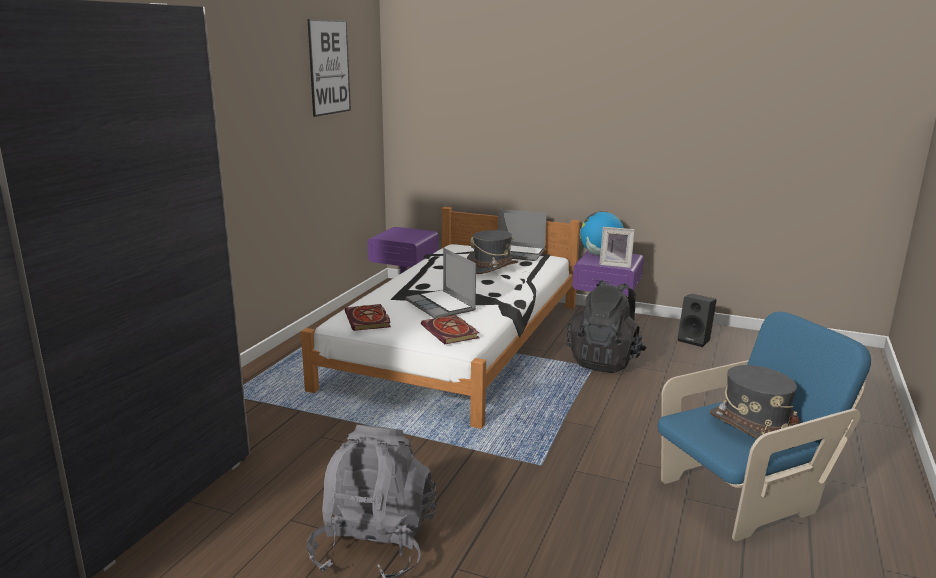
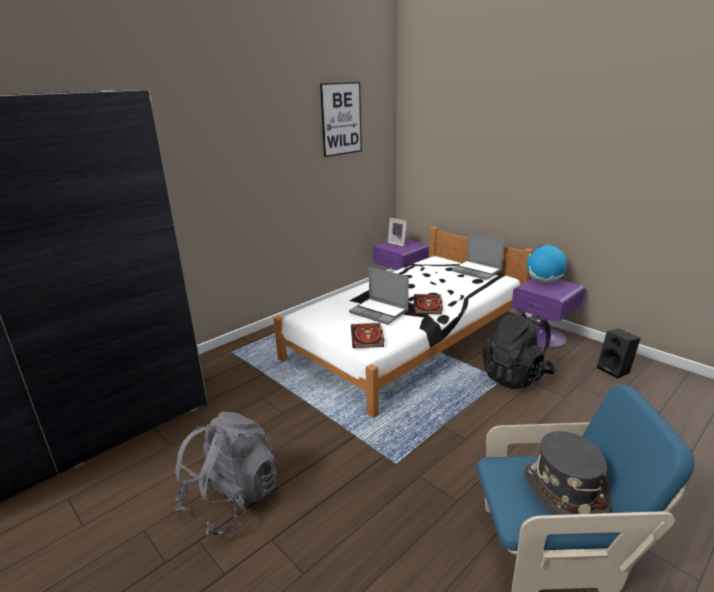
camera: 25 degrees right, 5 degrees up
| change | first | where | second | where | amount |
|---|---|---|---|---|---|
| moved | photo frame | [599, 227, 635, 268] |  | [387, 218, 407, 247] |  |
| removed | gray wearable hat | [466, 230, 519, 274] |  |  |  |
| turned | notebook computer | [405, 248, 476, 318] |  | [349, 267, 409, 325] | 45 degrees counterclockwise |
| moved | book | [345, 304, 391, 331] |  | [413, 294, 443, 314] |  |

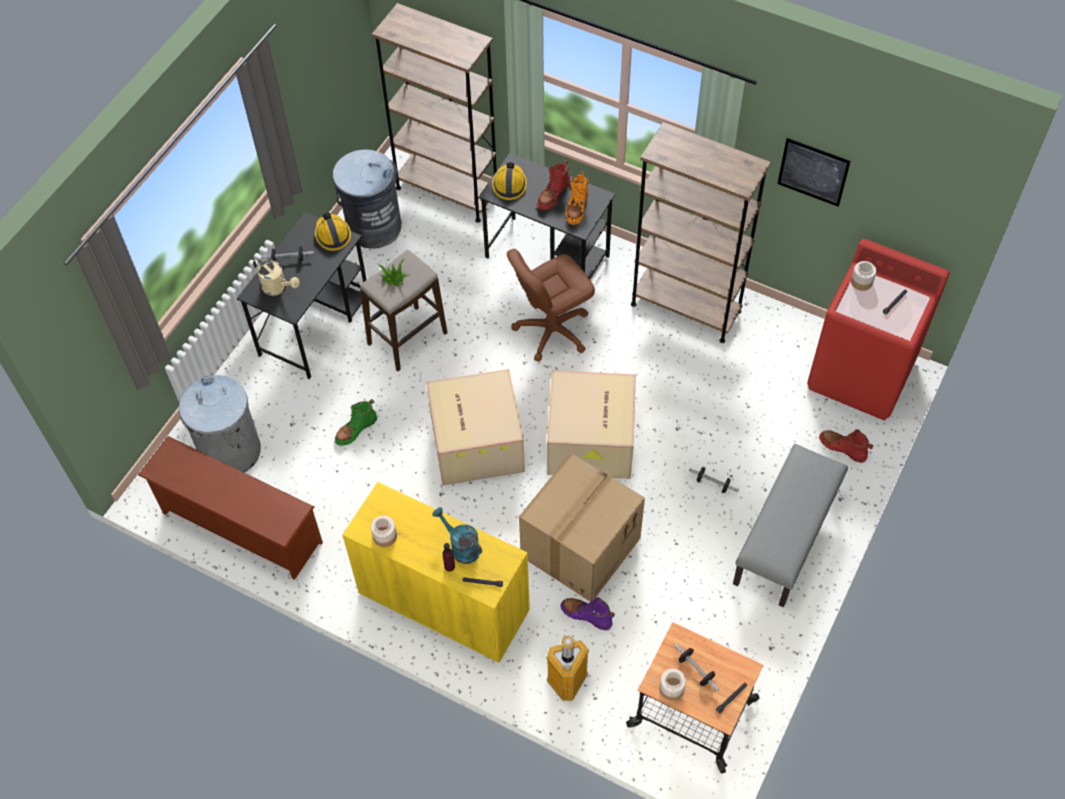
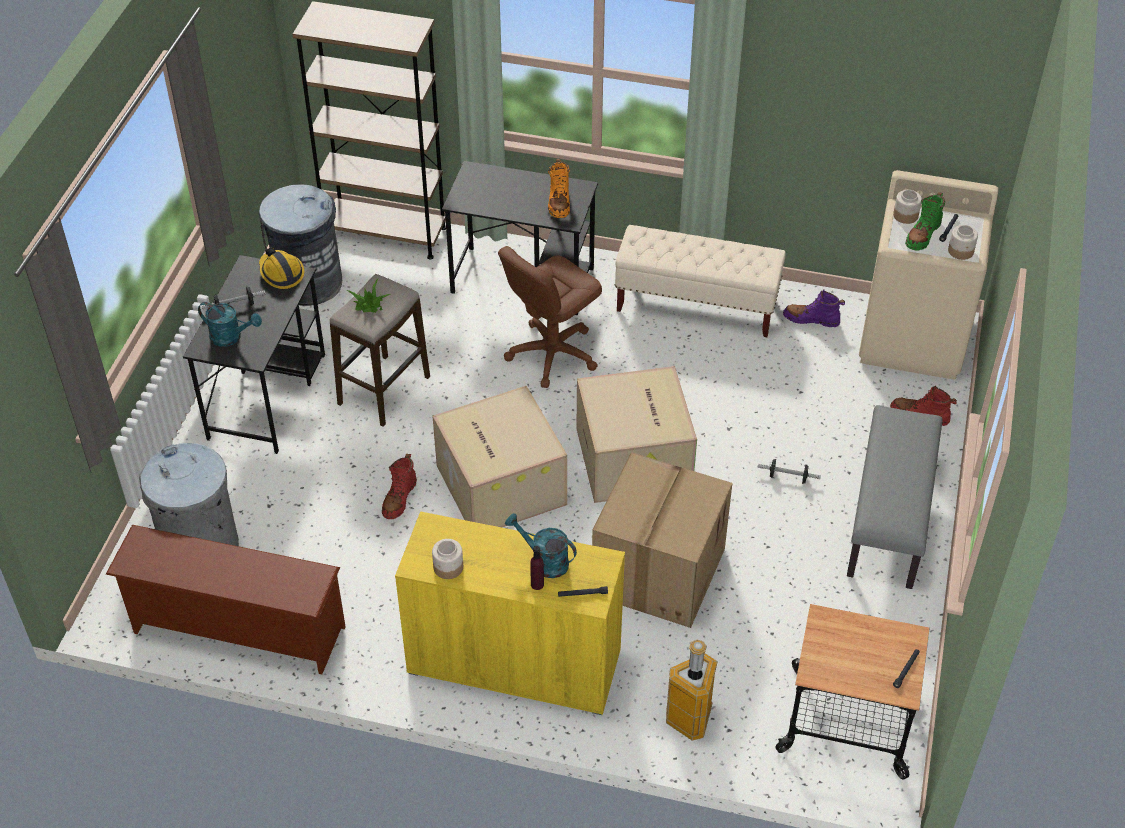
camera: 15 degrees left, 10 degrees down
| change | first | where | second | where | amount |
|---|---|---|---|---|---|
| replaced | brown bookshelf | [631, 122, 771, 343] | beige bench | [615, 225, 786, 337] |  |
| removed | wall picture | [777, 138, 851, 207] |  |  |  |
| moved | red high-top boot | [537, 160, 570, 210] |  | [382, 454, 417, 519] |  |
| removed | safety helmet | [492, 162, 527, 200] |  |  |  |
| recoloured | red laundry appliance | [807, 239, 950, 420] | beige laundry appliance | [859, 170, 999, 379] |  |
| recoloured | beige watering pot | [253, 259, 300, 296] | turquoise-coloured watering pot | [198, 302, 262, 347] |  |
| moved | greenish high-top boot | [335, 399, 377, 446] |  | [905, 192, 945, 251] |  |
| moved | purplish high-top boot | [560, 597, 615, 631] |  | [783, 290, 845, 327] |  |
| removed | dumbbell | [674, 643, 720, 691] |  |  |  |
| moved | jar | [659, 669, 686, 701] |  | [948, 225, 978, 260] |  |

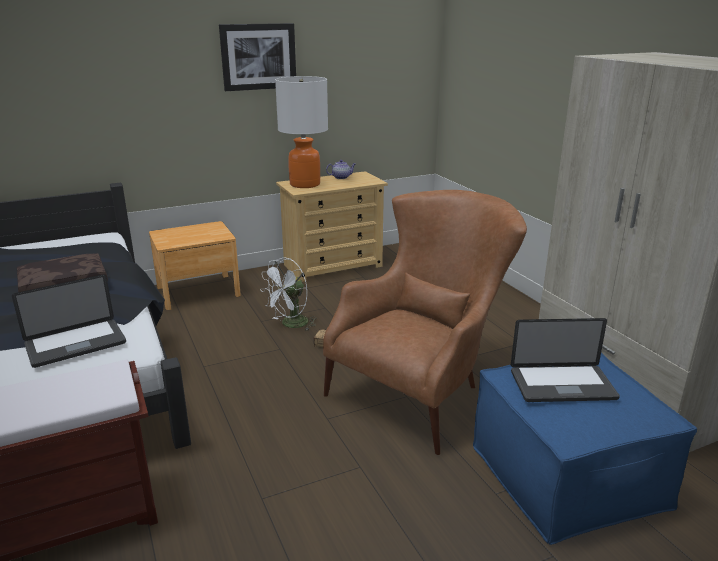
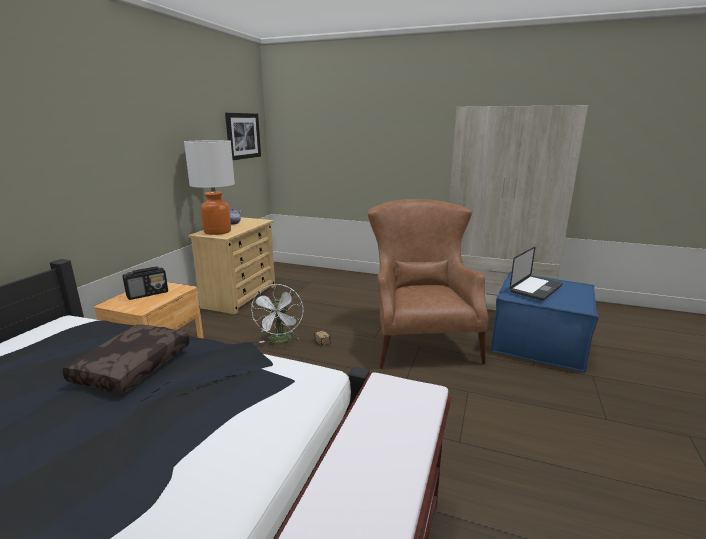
camera: 45 degrees left, 5 degrees down
| change | first | where | second | where | amount |
|---|---|---|---|---|---|
| moved | wall picture | [219, 23, 296, 91] |  | [225, 113, 261, 160] |  |
| removed | notebook computer | [12, 274, 126, 368] |  |  |  |
| added |  |  | radio receiver | [123, 267, 168, 300] |  |

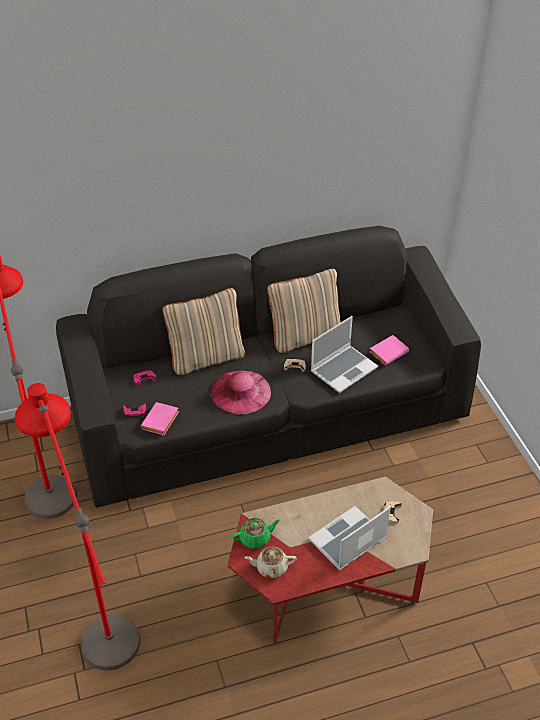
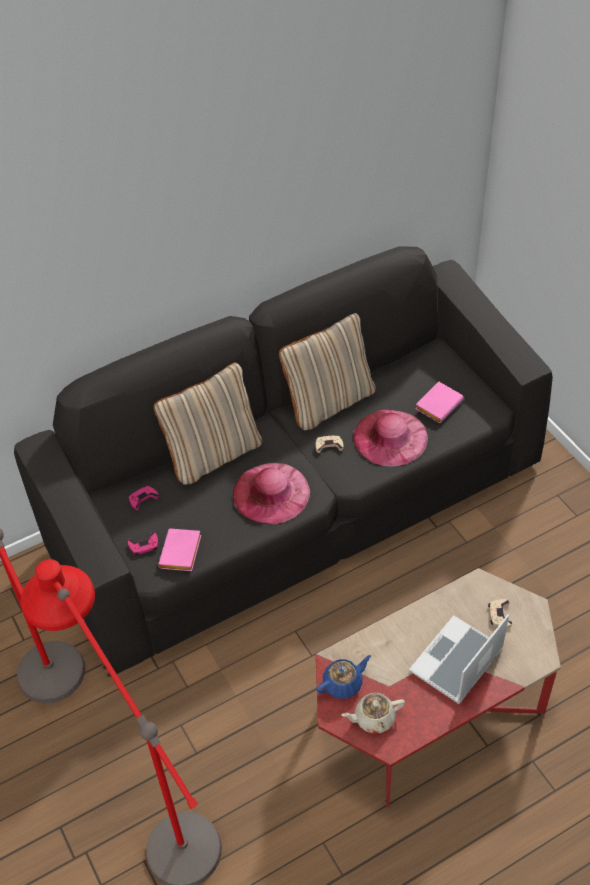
camera: 10 degrees left, 5 degrees up
| change | first | where | second | where | amount |
|---|---|---|---|---|---|
| replaced | notebook computer | [311, 316, 378, 393] | pink-coloured wearable hat | [353, 410, 428, 467] |  |
| recoloured | greenish teapot | [232, 518, 280, 549] | blue teapot | [317, 655, 371, 699] |  |

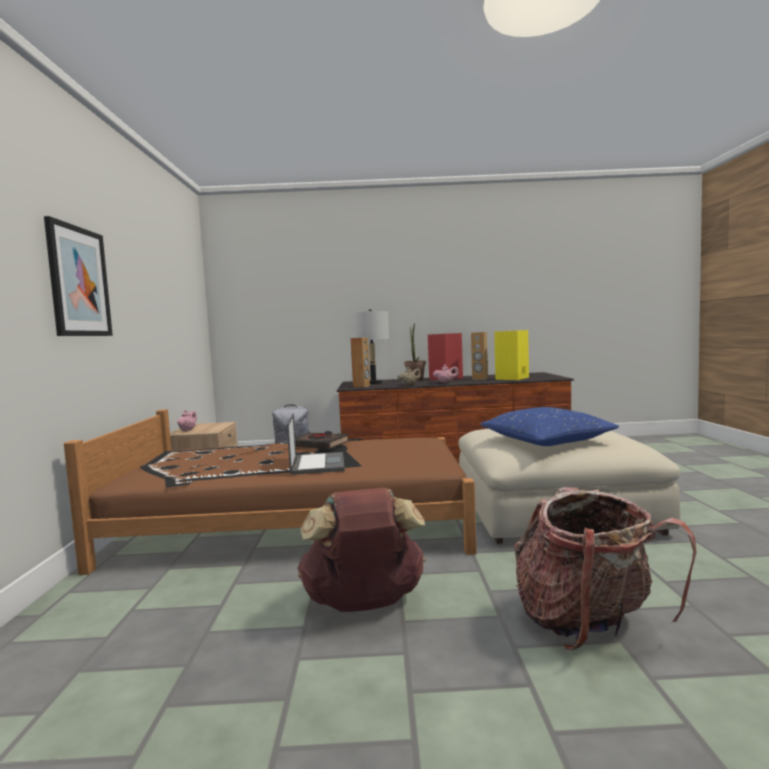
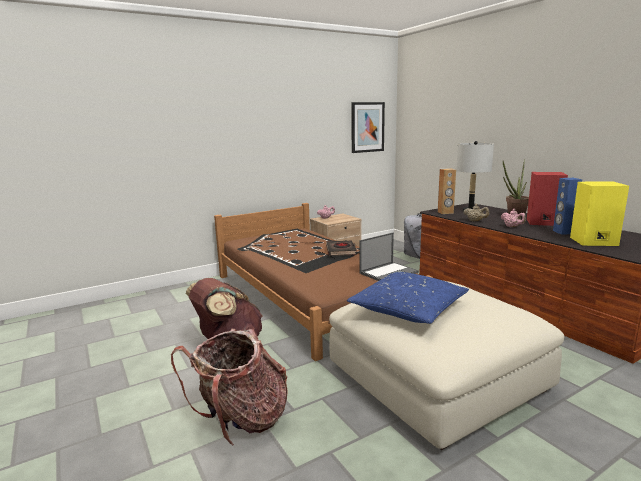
camera: 60 degrees right, 10 degrees up
| change | first | where | second | where | amount |
|---|---|---|---|---|---|
| moved | wall picture | [44, 216, 113, 336] |  | [351, 102, 385, 153] |  |
| recoloured | brown loudspeaker | [471, 332, 488, 380] | blue loudspeaker | [553, 178, 582, 235] |  |
| moved | notebook computer | [287, 413, 345, 475] |  | [359, 232, 419, 281] |  |

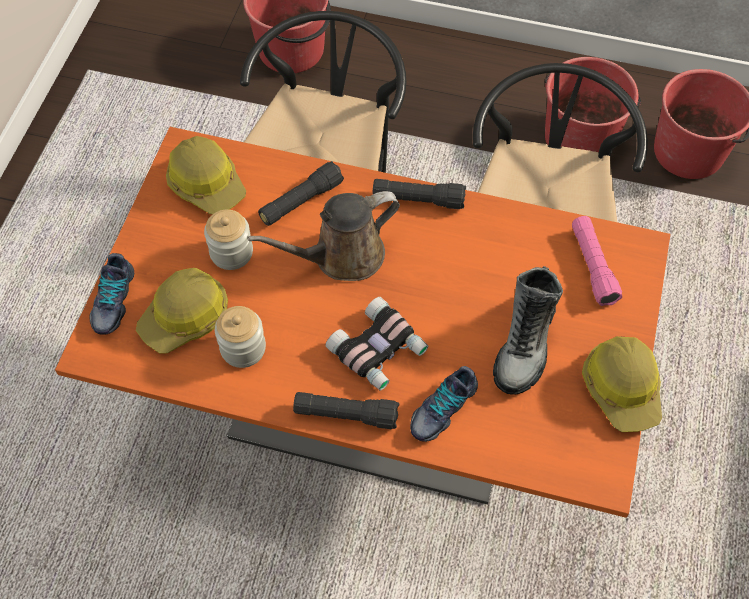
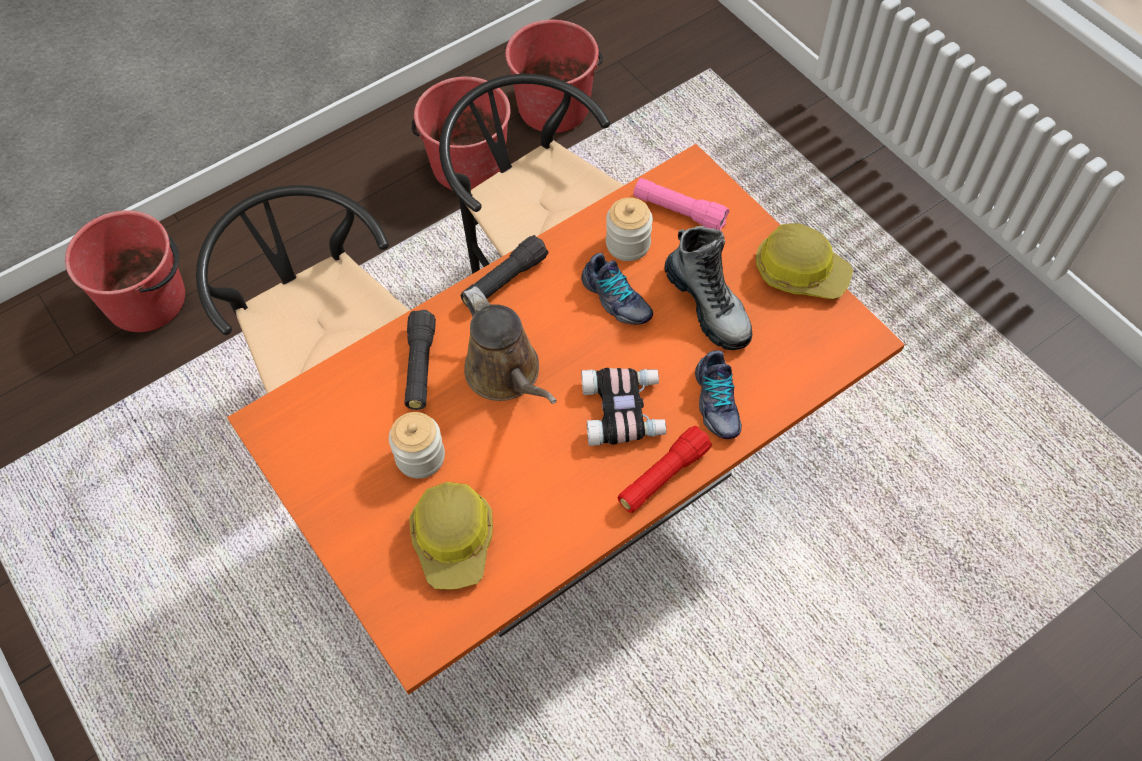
camera: 50 degrees left, 0 degrees up
| change | first | where | second | where | amount |
|---|---|---|---|---|---|
| removed | safety helmet | [166, 136, 246, 214] |  |  |  |
| turned | brown watering pot | [247, 191, 400, 281] |  | [463, 286, 557, 404] | 45 degrees counterclockwise |
| moved | item of footwear | [89, 253, 134, 335] |  | [581, 253, 653, 325] |  |
| moved | jar | [215, 306, 266, 368] |  | [606, 197, 653, 261] |  |
| recoloured | black torch | [293, 392, 399, 429] | red torch | [618, 426, 712, 513] |  |

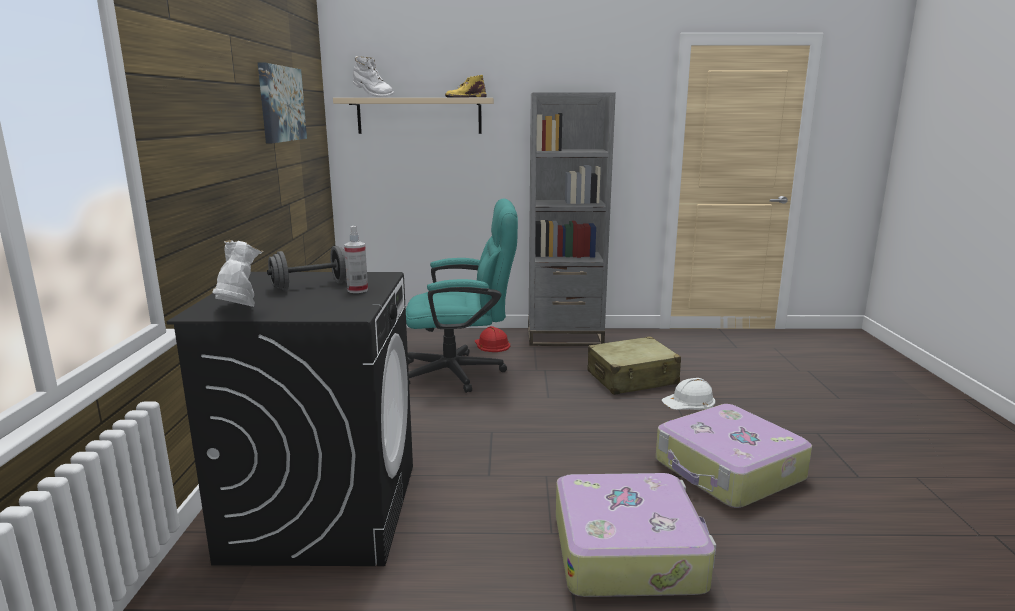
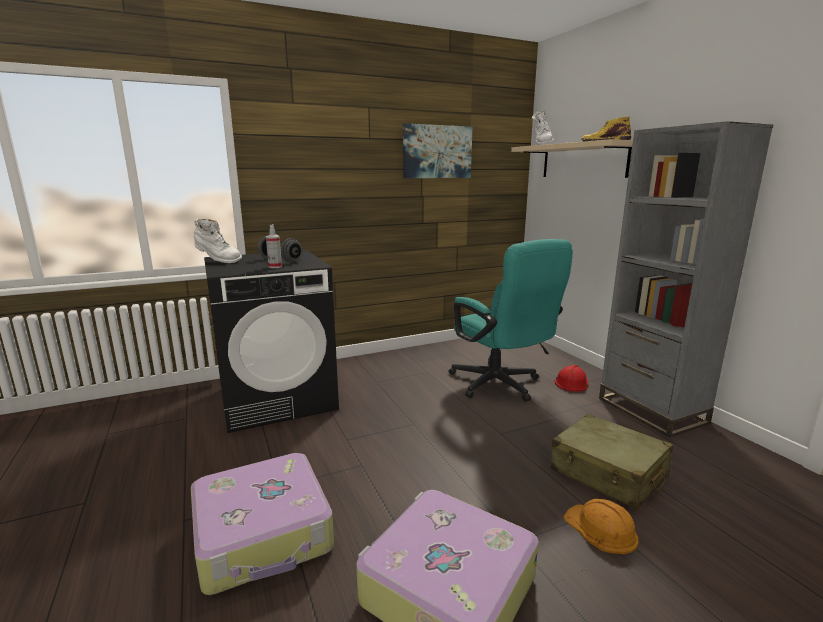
camera: 65 degrees right, 0 degrees up
| change | first | where | second | where | amount |
|---|---|---|---|---|---|
| turned | white-coloured high-top boot | [213, 240, 264, 307] |  | [194, 219, 242, 263] | 60 degrees clockwise |
| recoloured | white-coloured safety helmet | [661, 378, 715, 410] | orange safety helmet | [564, 499, 639, 554] |  |

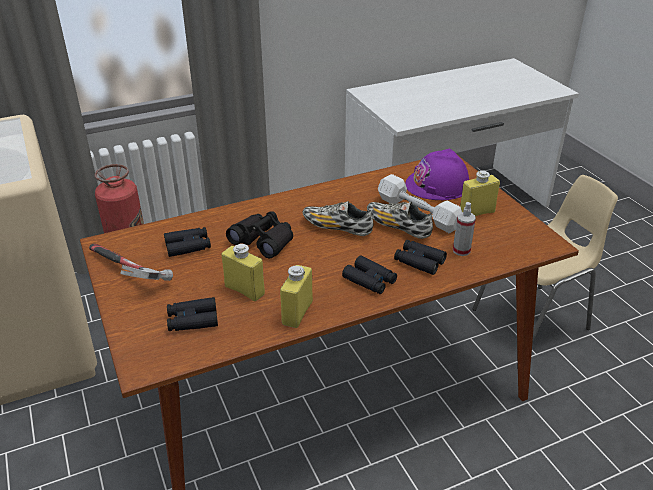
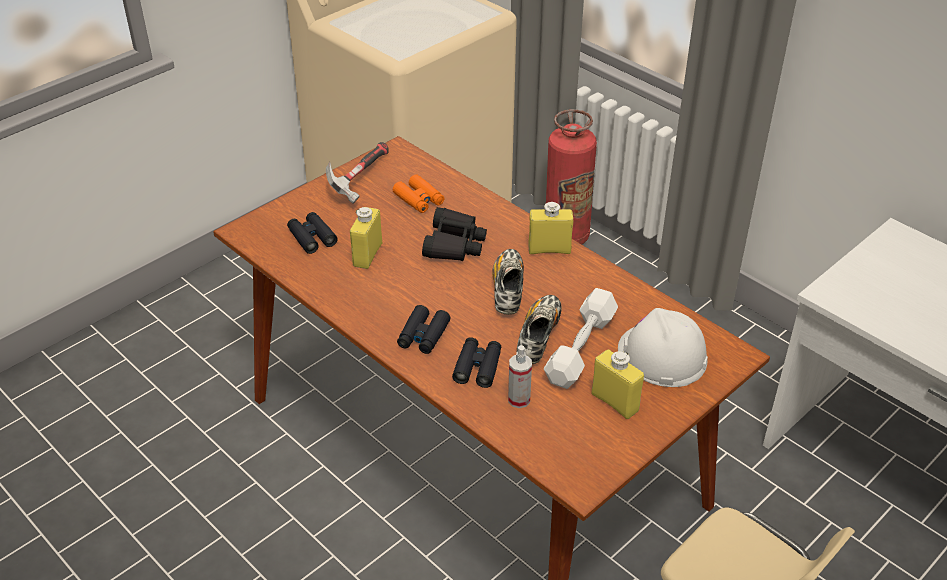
camera: 70 degrees right, 5 degrees up
| change | first | where | second | where | amount |
|---|---|---|---|---|---|
| recoloured | purplish safety helmet | [405, 149, 469, 200] | white-coloured safety helmet | [618, 308, 708, 387] |  |
| recoloured | black field glasses | [164, 227, 211, 257] | orange field glasses | [393, 174, 445, 213] |  |
| moved | yellow bottle | [280, 265, 313, 328] |  | [528, 202, 573, 254] |  |

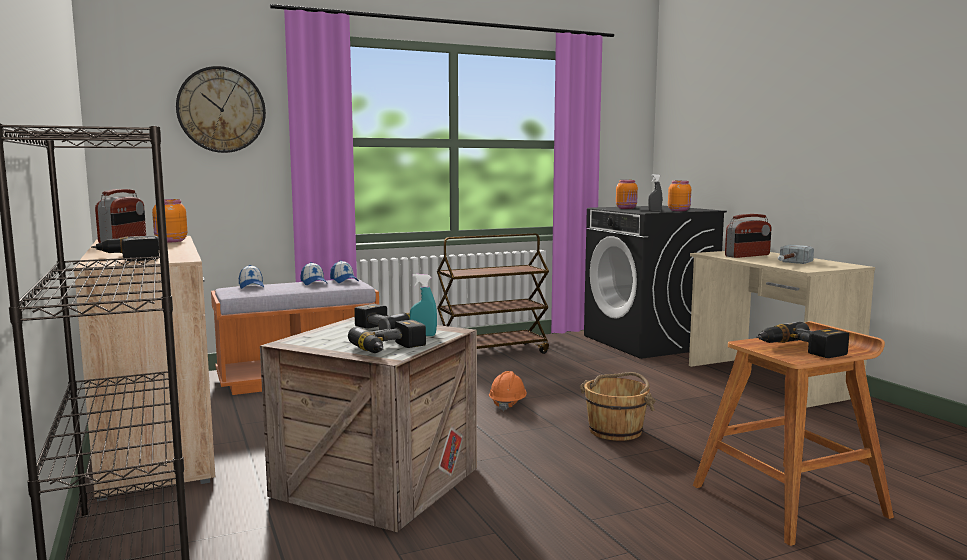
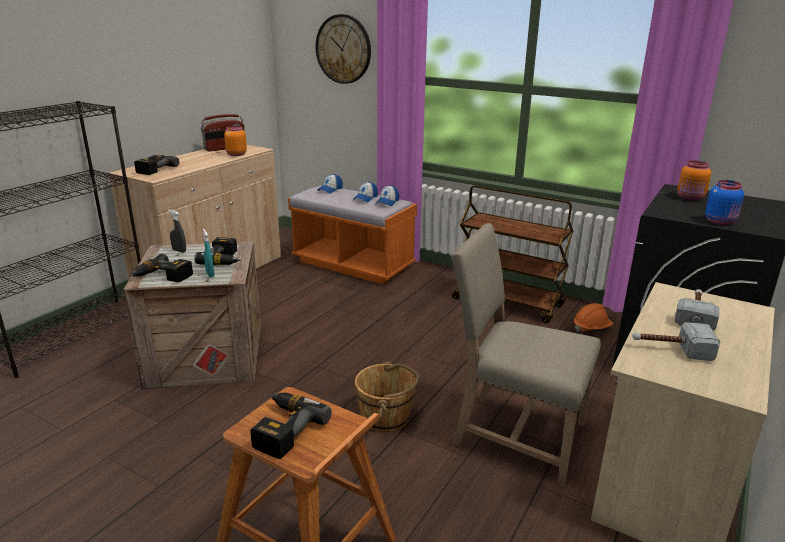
camera: 55 degrees right, 15 degrees up
| change | first | where | second | where | amount |
|---|---|---|---|---|---|
| moved | gray spray bottle | [648, 174, 662, 212] |  | [168, 210, 186, 253] |  |
| recoloured | orange jar | [668, 181, 691, 211] | blue jar | [705, 180, 744, 225] |  |
| replaced | radio receiver | [725, 214, 772, 258] | hand hammer | [674, 289, 720, 330] |  |
| moved | orange safety helmet | [489, 371, 527, 411] |  | [574, 303, 613, 332] |  |
| added |  |  | beige plain chair | [451, 223, 601, 486] |  |

